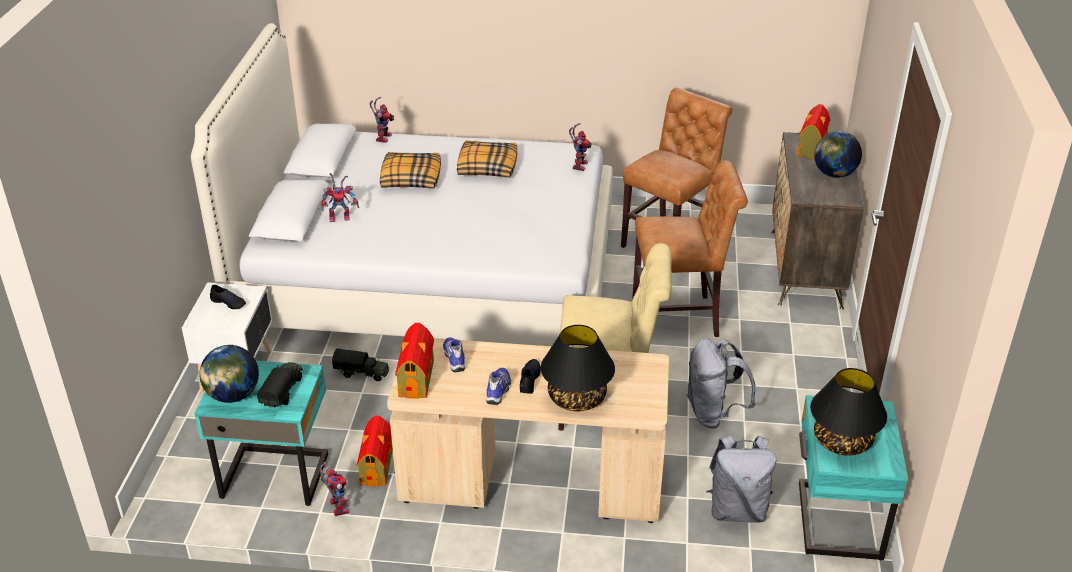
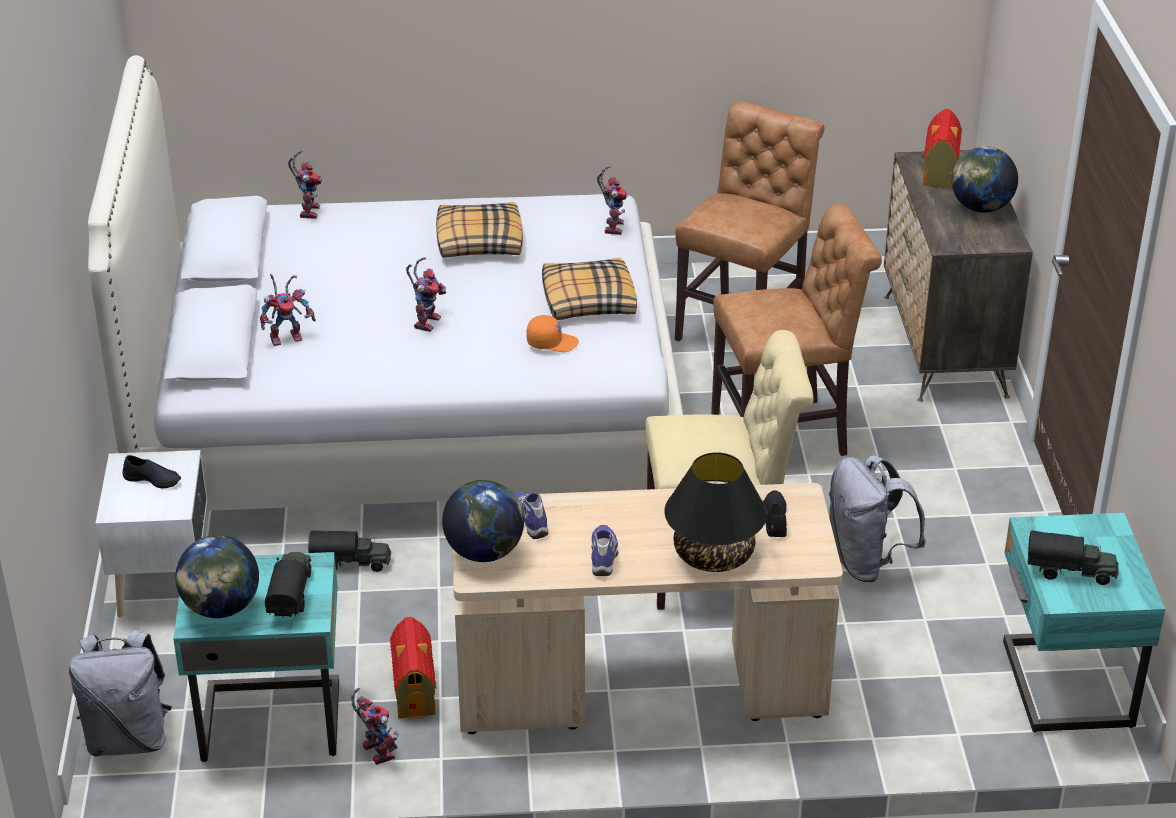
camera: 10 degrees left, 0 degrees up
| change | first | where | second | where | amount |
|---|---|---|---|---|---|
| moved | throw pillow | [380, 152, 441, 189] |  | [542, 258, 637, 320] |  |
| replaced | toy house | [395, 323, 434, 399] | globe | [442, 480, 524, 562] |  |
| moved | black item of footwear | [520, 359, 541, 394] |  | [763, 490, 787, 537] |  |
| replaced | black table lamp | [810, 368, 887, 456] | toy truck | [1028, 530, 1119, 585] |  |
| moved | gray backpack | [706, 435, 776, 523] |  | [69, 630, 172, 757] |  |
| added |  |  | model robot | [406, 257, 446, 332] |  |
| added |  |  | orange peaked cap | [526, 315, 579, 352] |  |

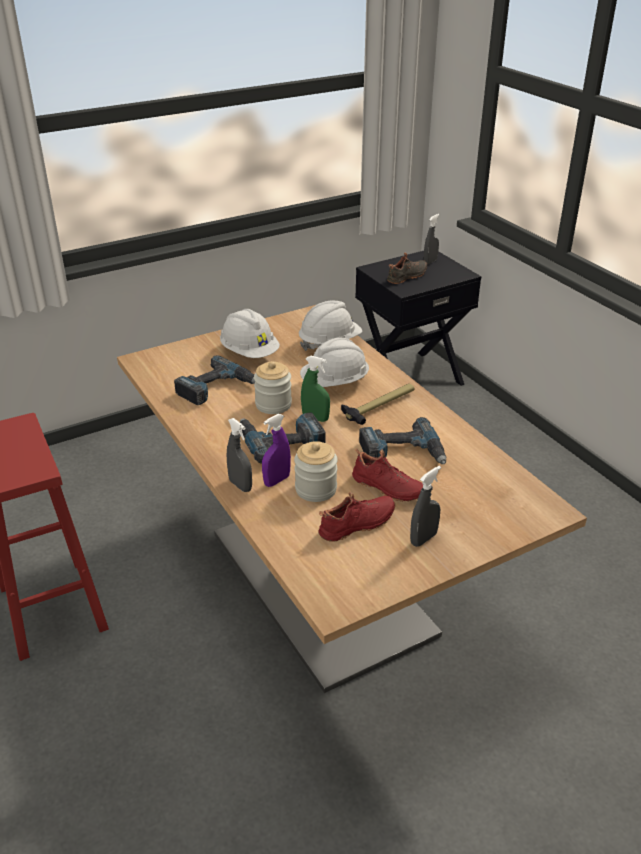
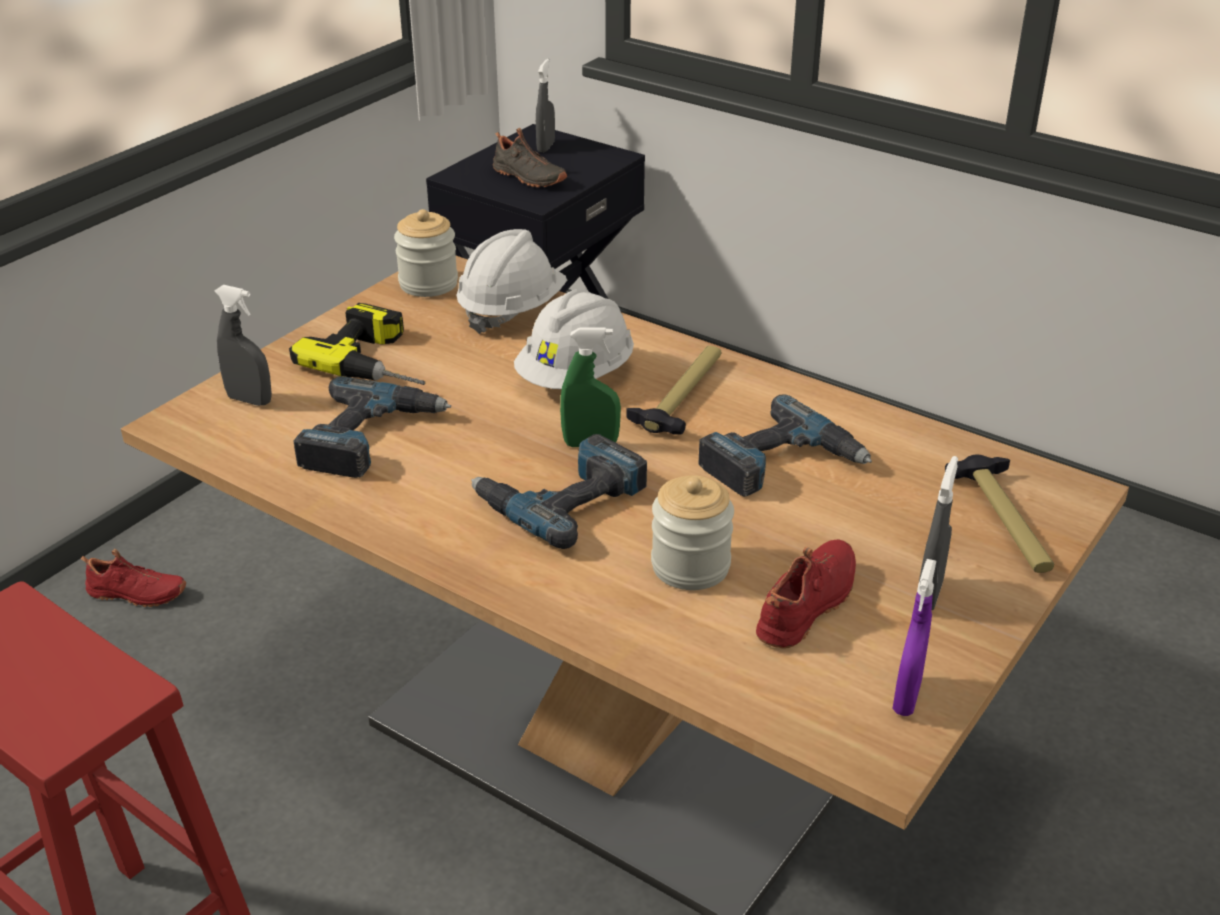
camera: 25 degrees left, 0 degrees up
| change | first | where | second | where | amount |
|---|---|---|---|---|---|
| turned | black item of footwear | [387, 252, 427, 284] |  | [493, 128, 567, 188] | 105 degrees clockwise |
| replaced | white-coloured safety helmet | [220, 309, 280, 358] | electric drill | [289, 303, 425, 385] |  |
| moved | jar | [254, 361, 292, 414] |  | [394, 209, 458, 297] |  |
| moved | purplish spray bottle | [262, 414, 291, 487] |  | [892, 559, 936, 716] |  |
| moved | gray spray bottle | [227, 418, 252, 492] |  | [215, 285, 272, 406] |  |
| moved | red item of footwear | [352, 449, 423, 502] |  | [81, 549, 186, 607] |  |
| added |  |  | hand hammer | [945, 455, 1054, 573] |  |

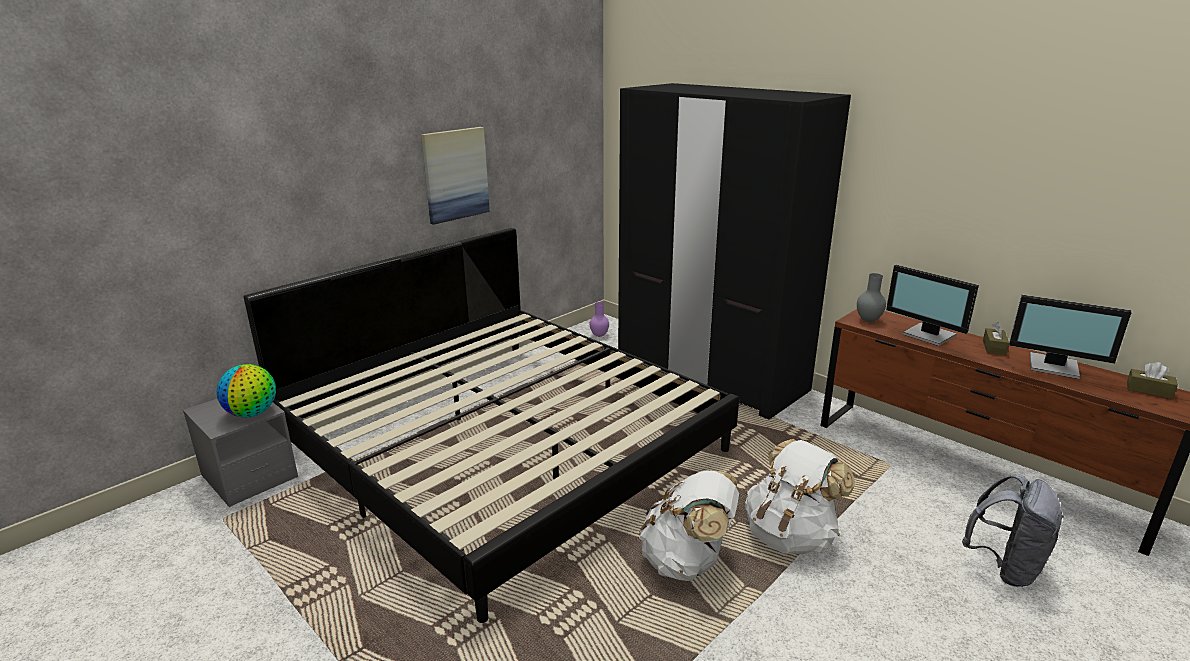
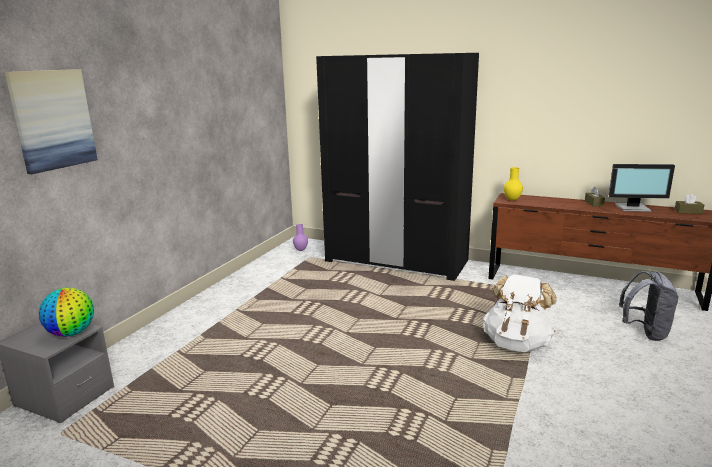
camera: 20 degrees left, 5 degrees down
| change | first | where | second | where | amount |
|---|---|---|---|---|---|
| moved | wall picture | [421, 127, 490, 225] |  | [4, 69, 98, 174] |  |
| removed | sleeping bed | [244, 228, 739, 623] |  |  |  |
| removed | computer display | [886, 265, 979, 346] |  |  |  |
| recoloured | gray decorative vase | [857, 273, 886, 322] | yellow decorative vase | [504, 167, 523, 201] |  |
| removed | white-coloured backpack | [639, 470, 739, 581] |  |  |  |

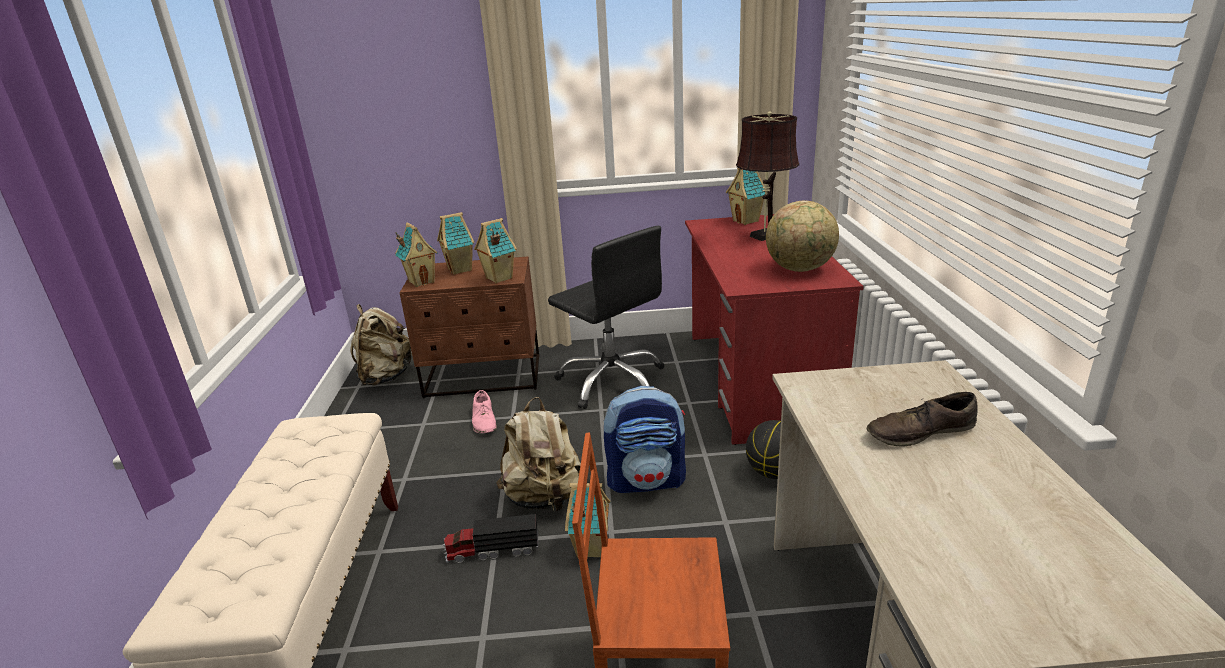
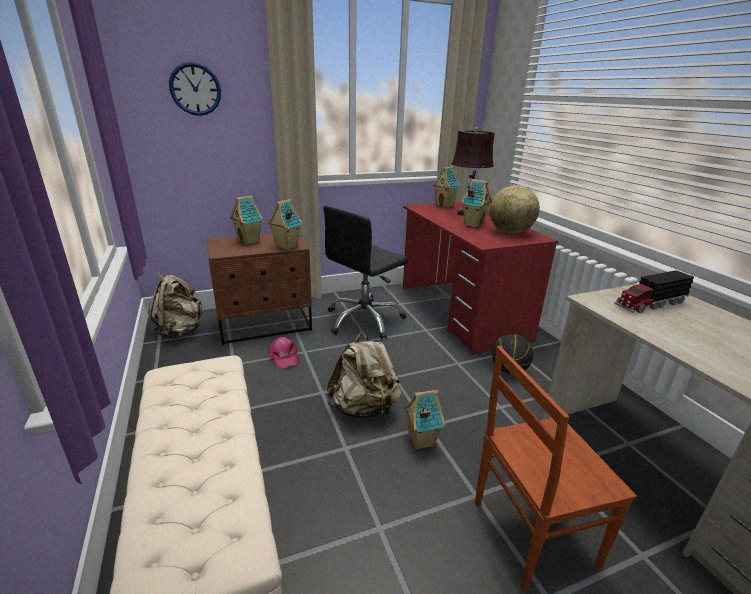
camera: 20 degrees left, 0 degrees up
| change | first | where | second | where | amount |
|---|---|---|---|---|---|
| moved | toy house | [395, 222, 438, 287] |  | [461, 179, 492, 228] |  |
| turned | black computer chair | [548, 226, 664, 409] |  | [323, 206, 408, 339] | 105 degrees clockwise |
| removed | backpack | [603, 386, 686, 493] |  |  |  |
| replaced | pink-coloured item of footwear | [472, 390, 497, 433] | pink-coloured peaked cap | [268, 337, 299, 368] |  |
| removed | brown item of footwear | [867, 392, 978, 447] |  |  |  |
| moved | toy truck | [442, 514, 538, 564] |  | [614, 270, 694, 313] |  |
| added |  |  | wall clock | [169, 62, 221, 116] |  |

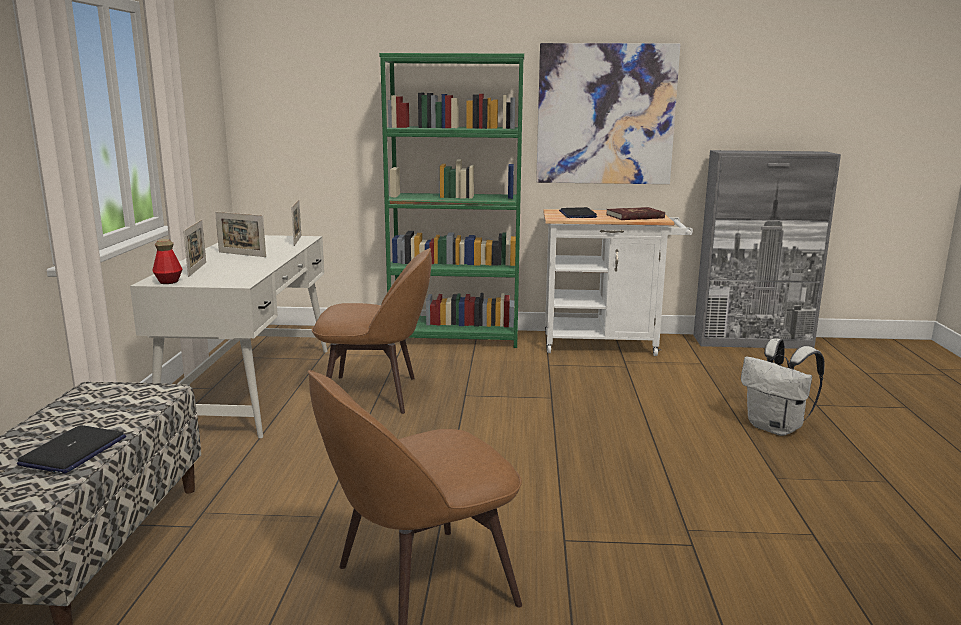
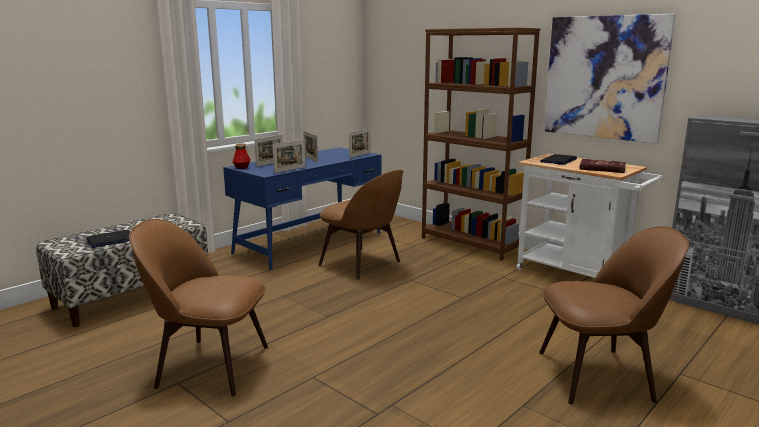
camera: 40 degrees right, 0 degrees up
| change | first | where | second | where | amount |
|---|---|---|---|---|---|
| recoloured | greenish bookshelf | [379, 53, 524, 348] | brown bookshelf | [422, 27, 540, 260] |  |
| recoloured | white-coloured desk table | [130, 235, 328, 438] | blue desk table | [223, 147, 382, 270] |  |
| replaced | white-coloured backpack | [741, 338, 825, 436] | brown plain chair | [539, 226, 689, 405] |  |
| added |  |  | photo frame | [272, 140, 305, 173] |  |

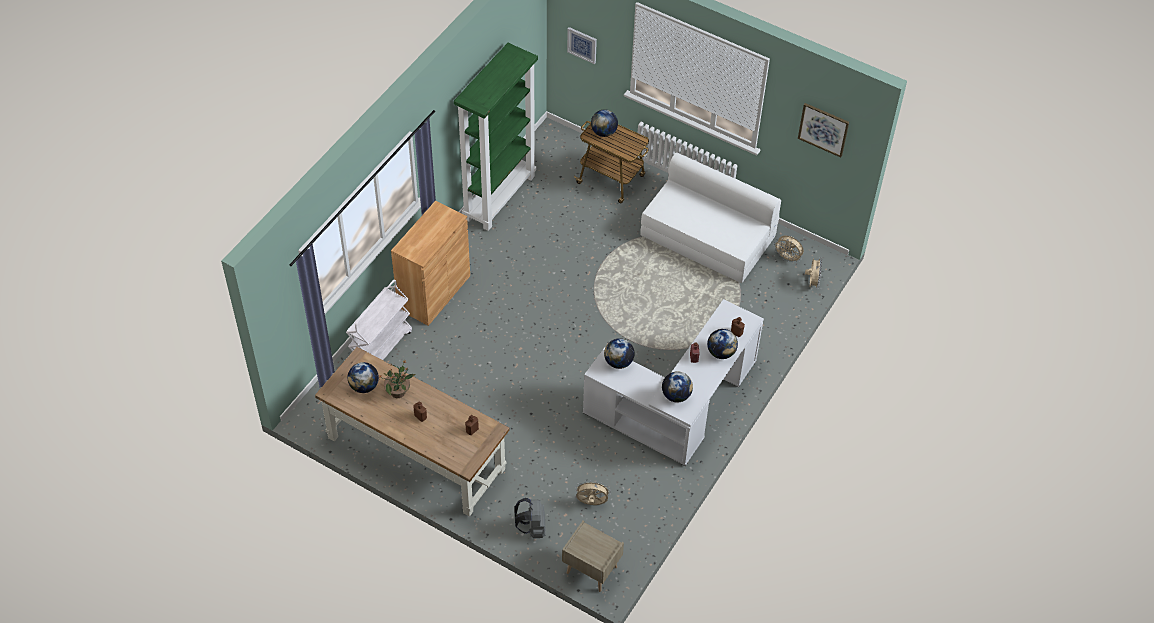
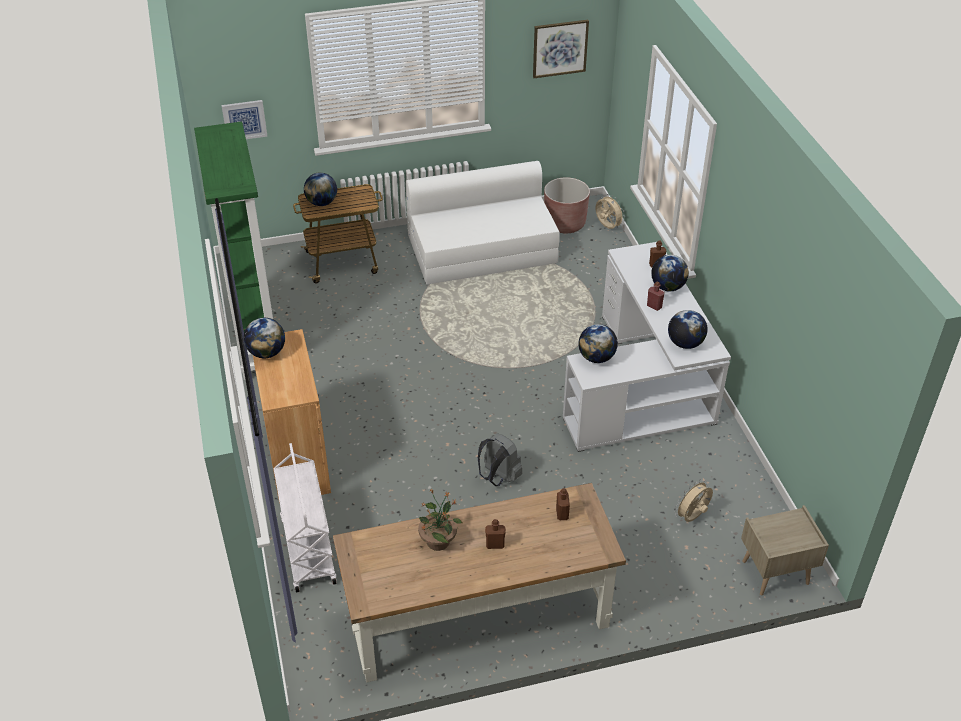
camera: 45 degrees left, 10 degrees down
| change | first | where | second | where | amount |
|---|---|---|---|---|---|
| replaced | beige fan | [773, 236, 804, 262] | brown planter | [544, 177, 590, 233] |  |
| moved | globe | [348, 362, 379, 393] |  | [244, 318, 285, 358] |  |
| moved | gray backpack | [515, 498, 546, 538] |  | [478, 434, 522, 486] |  |

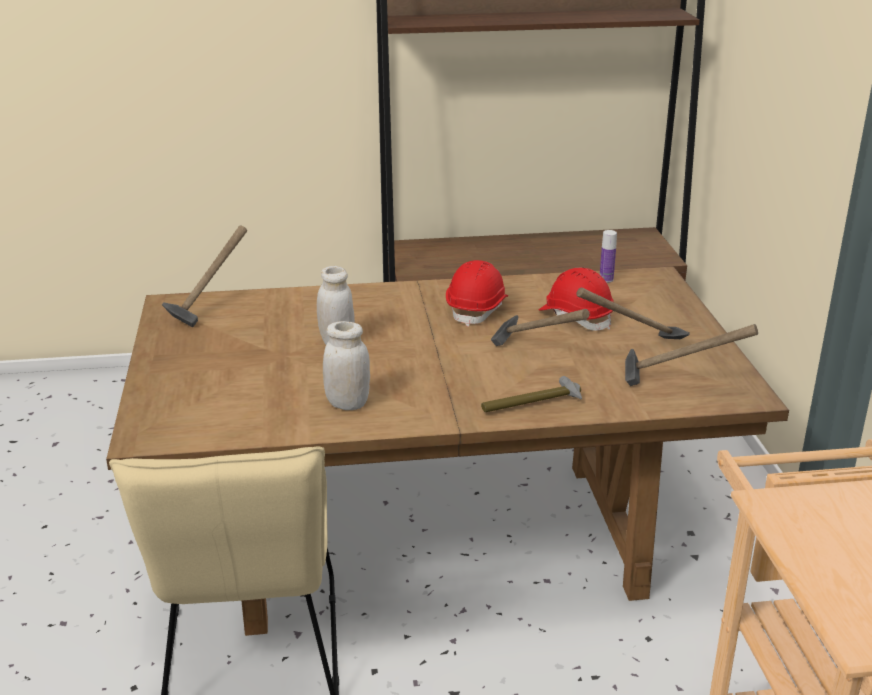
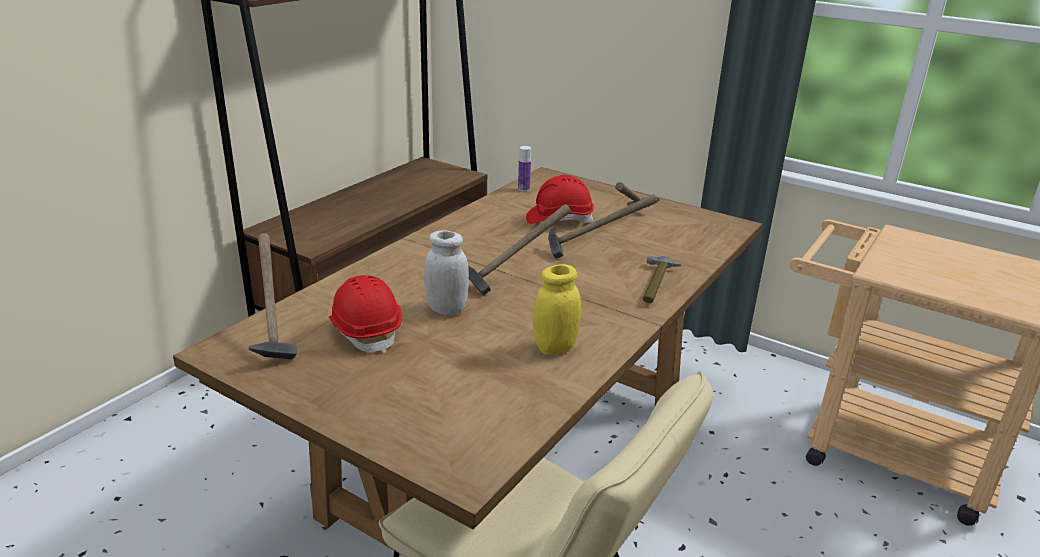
camera: 50 degrees left, 0 degrees up
| change | first | where | second | where | amount |
|---|---|---|---|---|---|
| moved | red safety helmet | [446, 260, 508, 327] |  | [329, 275, 402, 353] |  |
| recoloured | white-coloured jar | [323, 321, 370, 410] | yellow jar | [533, 264, 581, 355] |  |
| moved | hand hammer | [625, 324, 758, 386] |  | [468, 204, 571, 295] |  |

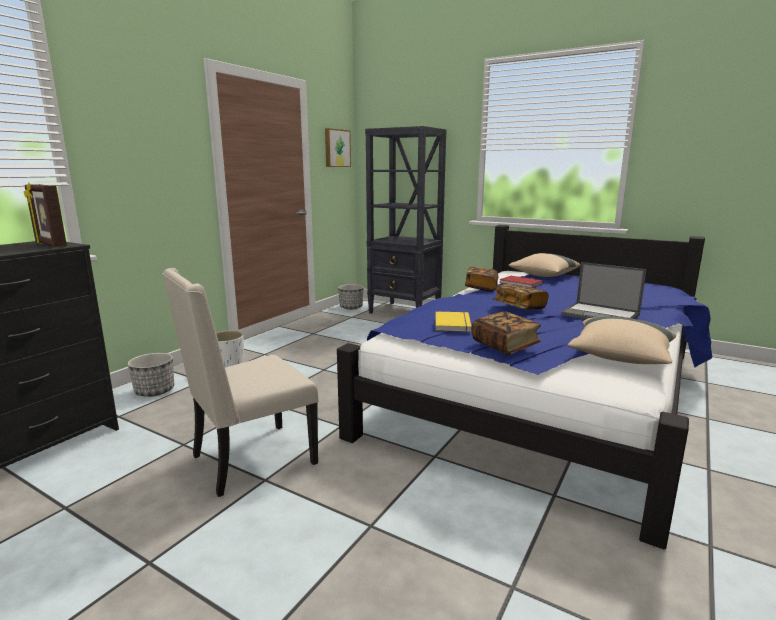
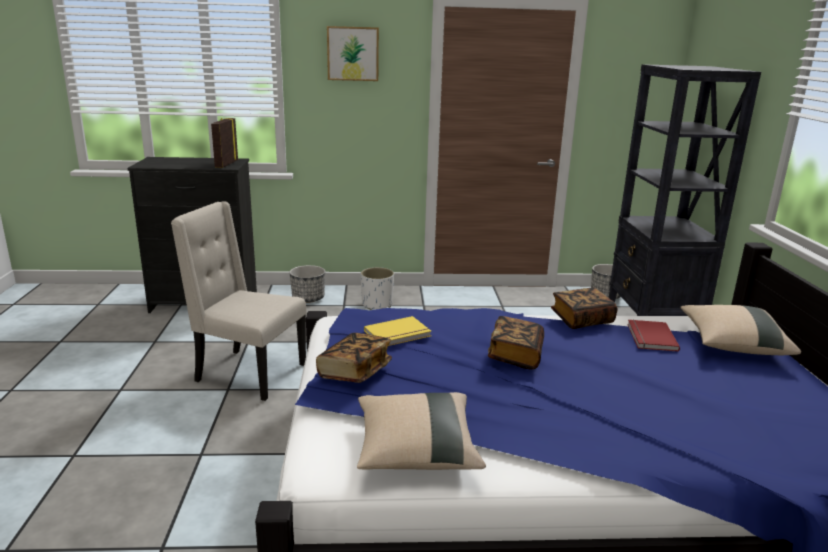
camera: 55 degrees right, 5 degrees up
| change | first | where | second | where | amount |
|---|---|---|---|---|---|
| moved | wall picture | [325, 128, 351, 167] |  | [327, 26, 379, 81] |  |
| removed | notebook computer | [561, 262, 647, 319] |  |  |  |

